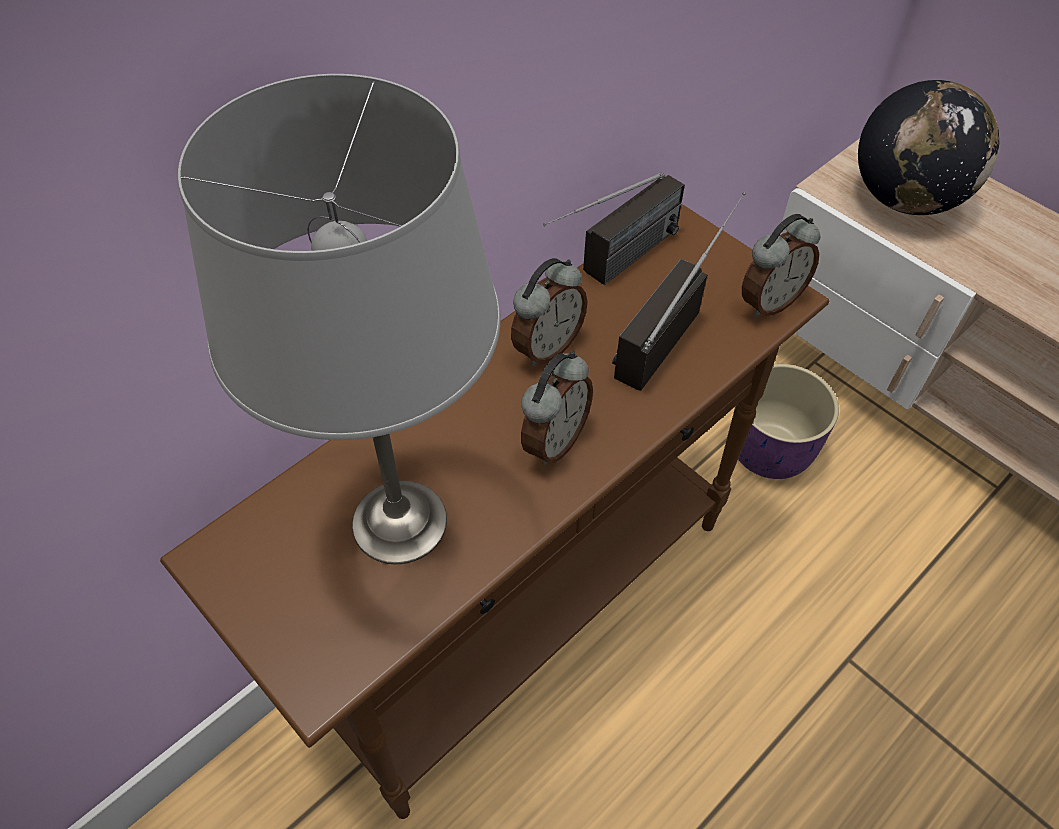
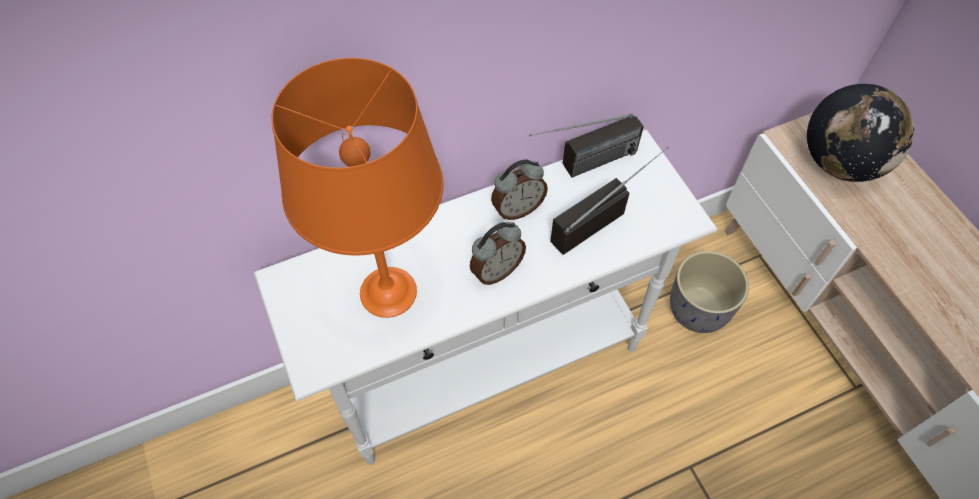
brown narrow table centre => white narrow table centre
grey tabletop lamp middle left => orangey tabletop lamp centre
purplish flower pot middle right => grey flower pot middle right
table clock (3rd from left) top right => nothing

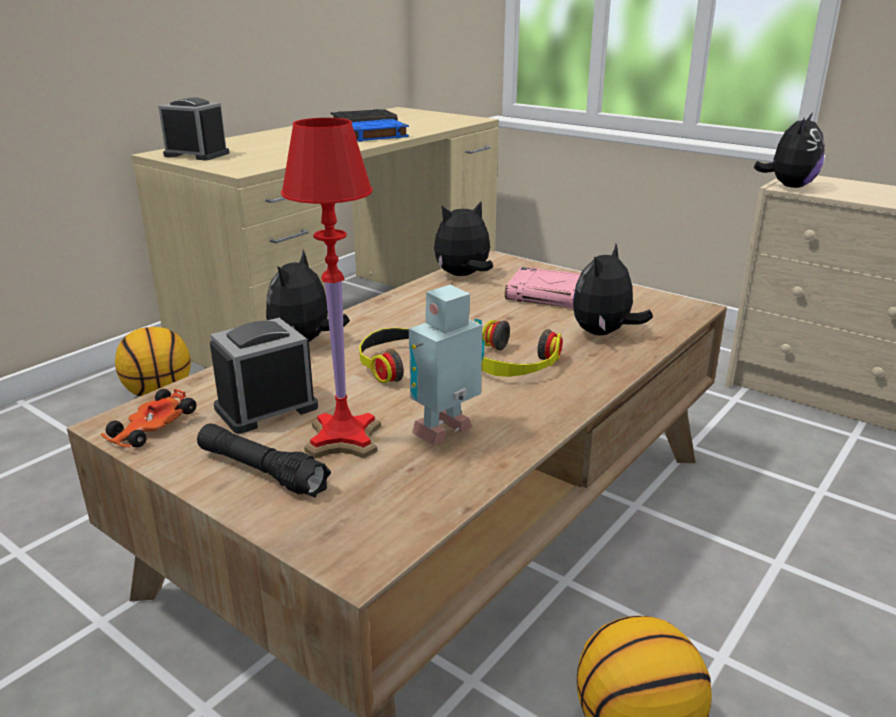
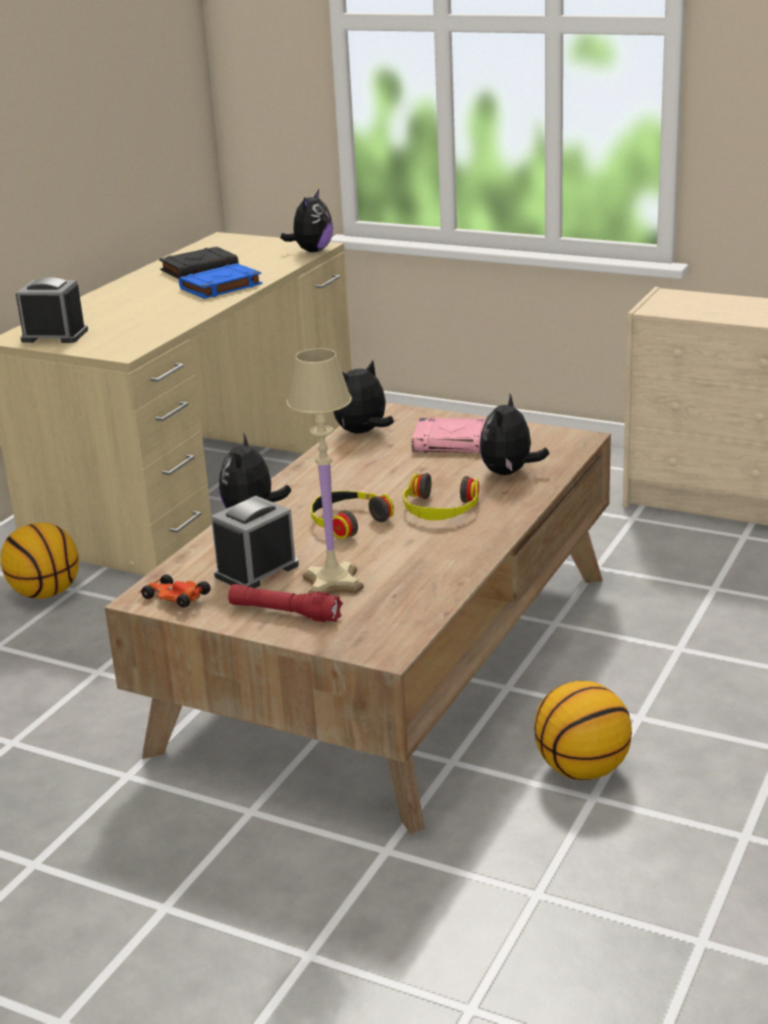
toy car middle left, 105 degrees clockwise
blackish torch middle left => red-coloured torch centre
red-coloured tabletop lamp centre => beige-coloured tabletop lamp centre
toy robot centre => nothing
plush toy (4th from left in the first image) top right => plush toy (2nd from left) top centre, moved

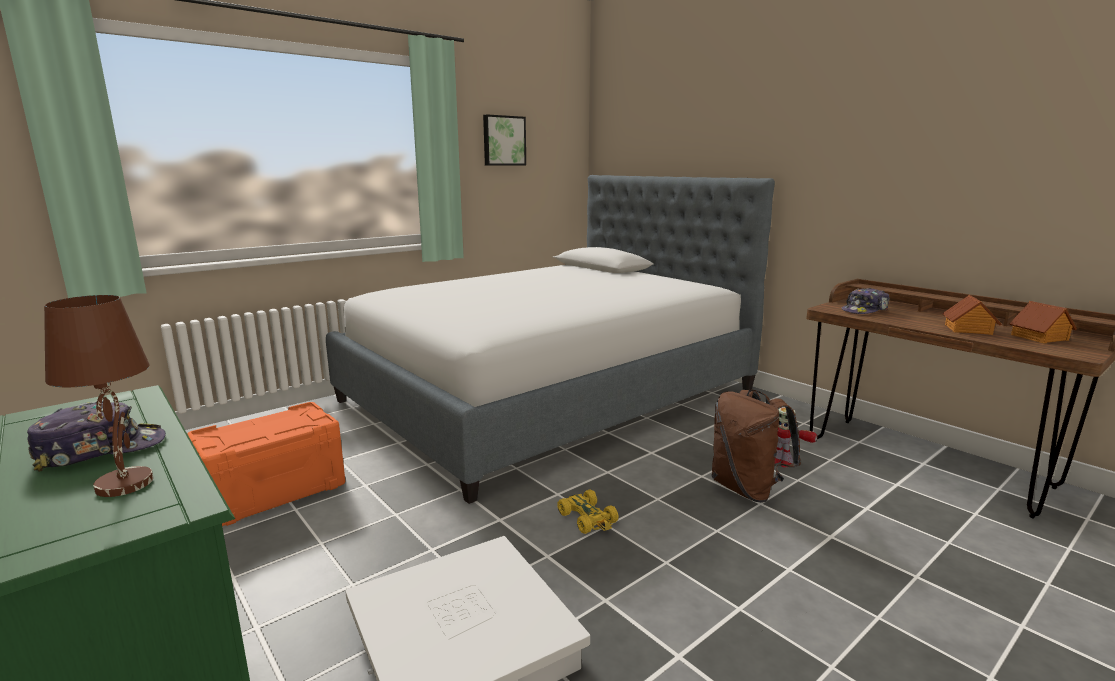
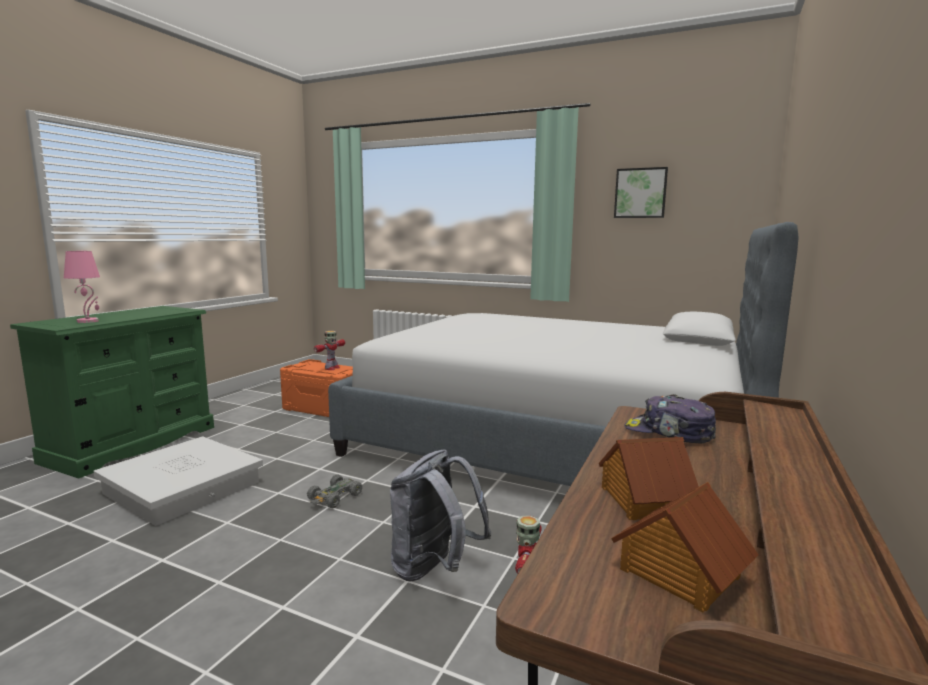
baseball cap (1st from left) middle left => nothing
brown tabletop lamp middle left => pink tabletop lamp middle left
yellow-coloured toy car bottom centre => grey toy car bottom centre
brown knapsack middle right => grey knapsack bottom centre
nothing => toy robot (1st from left) centre

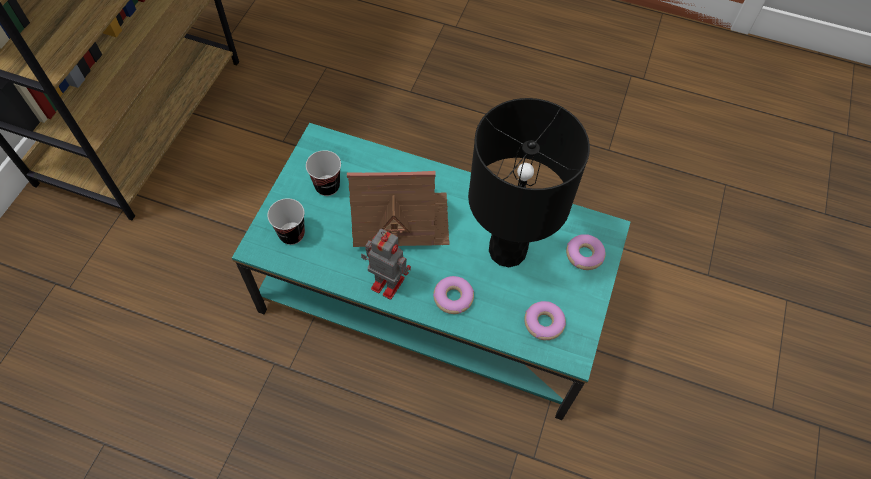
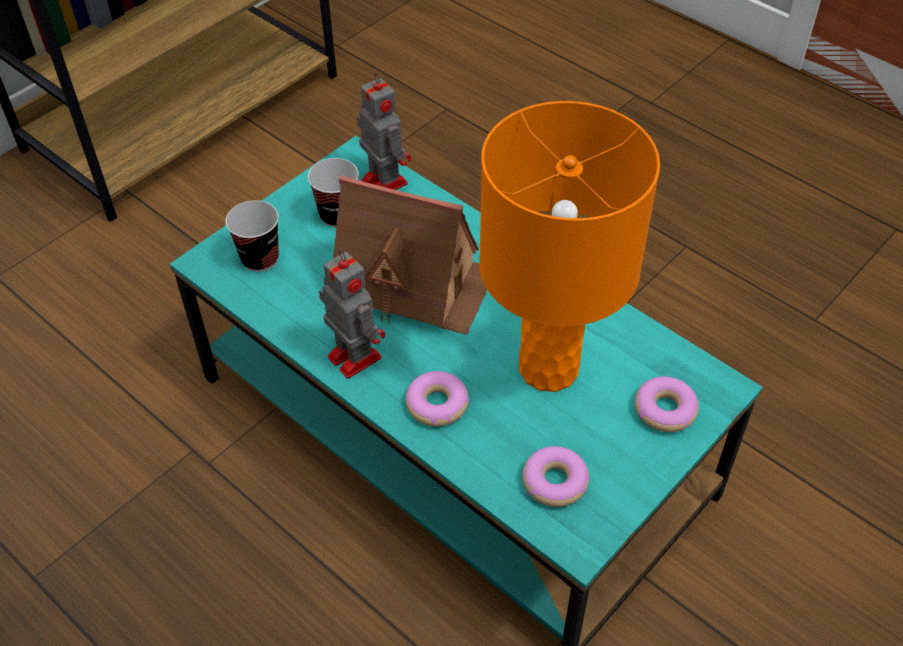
blackish tabletop lamp centre => orangey tabletop lamp centre
nothing => toy robot (2nd from left) top centre

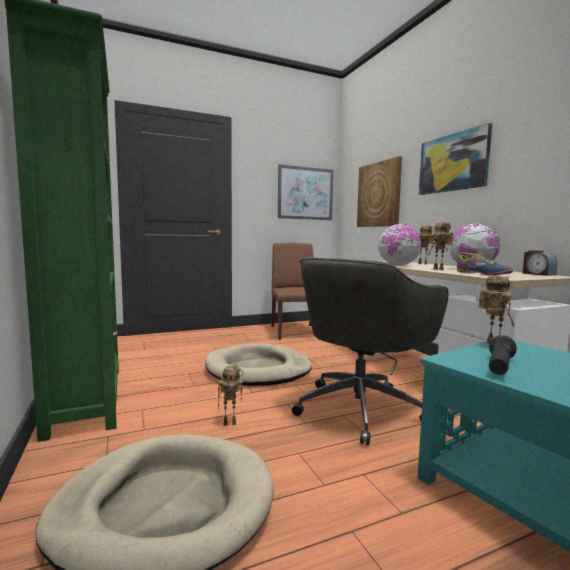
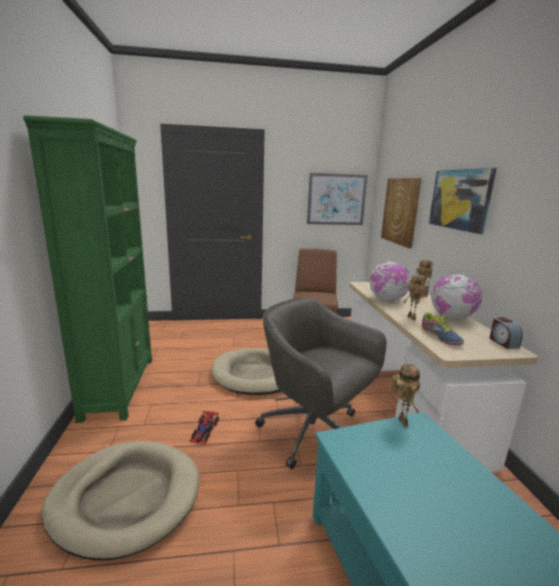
toy robot (1st from left) bottom centre => toy car bottom centre
grey office chair centre, 75 degrees clockwise
blackish torch middle right => nothing

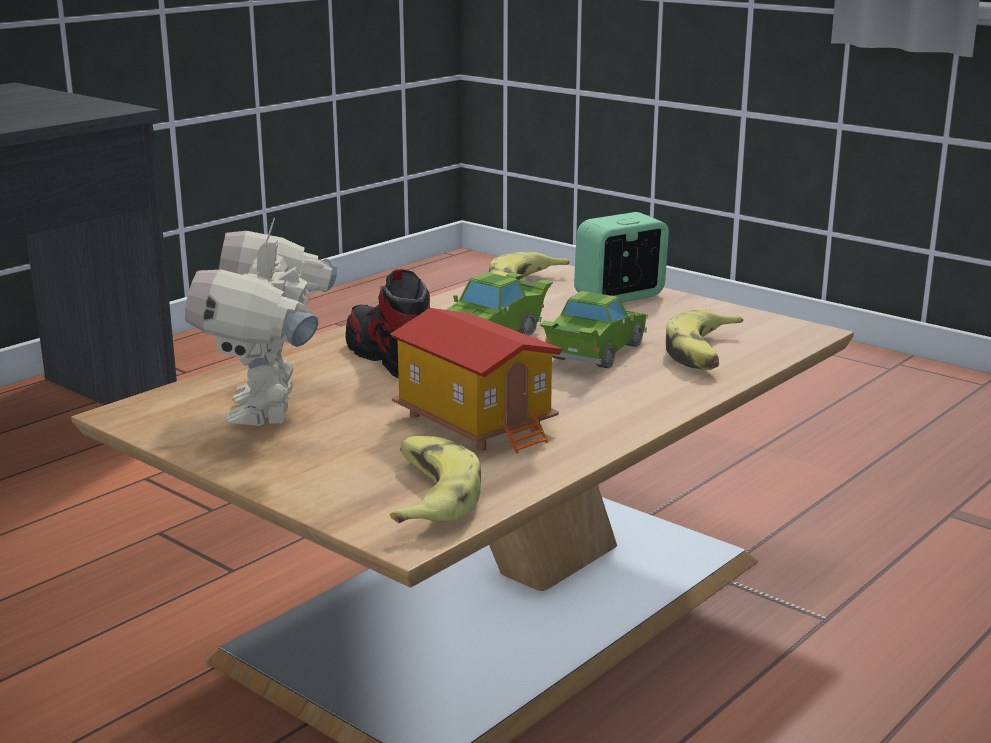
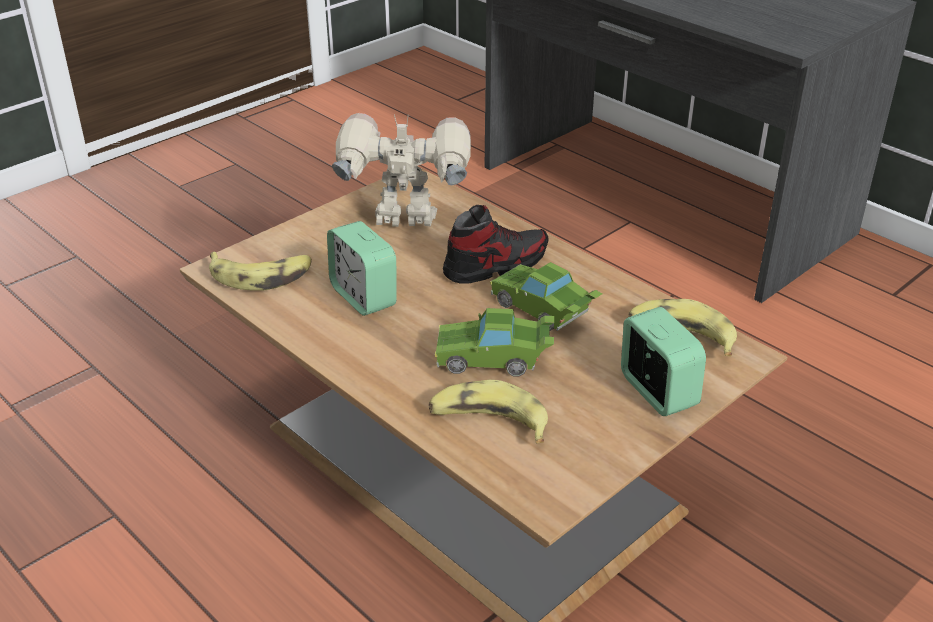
toy house centre => table clock (1st from left) centre
greenish toy car (2nd from left in the first image) centre => greenish toy car (1st from left) centre, 150 degrees clockwise

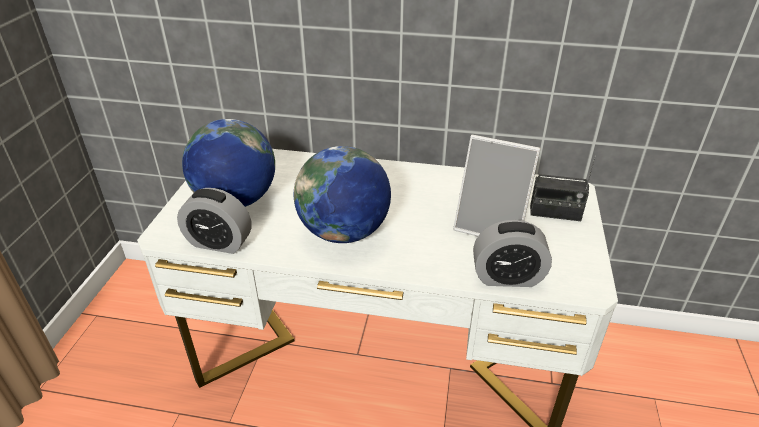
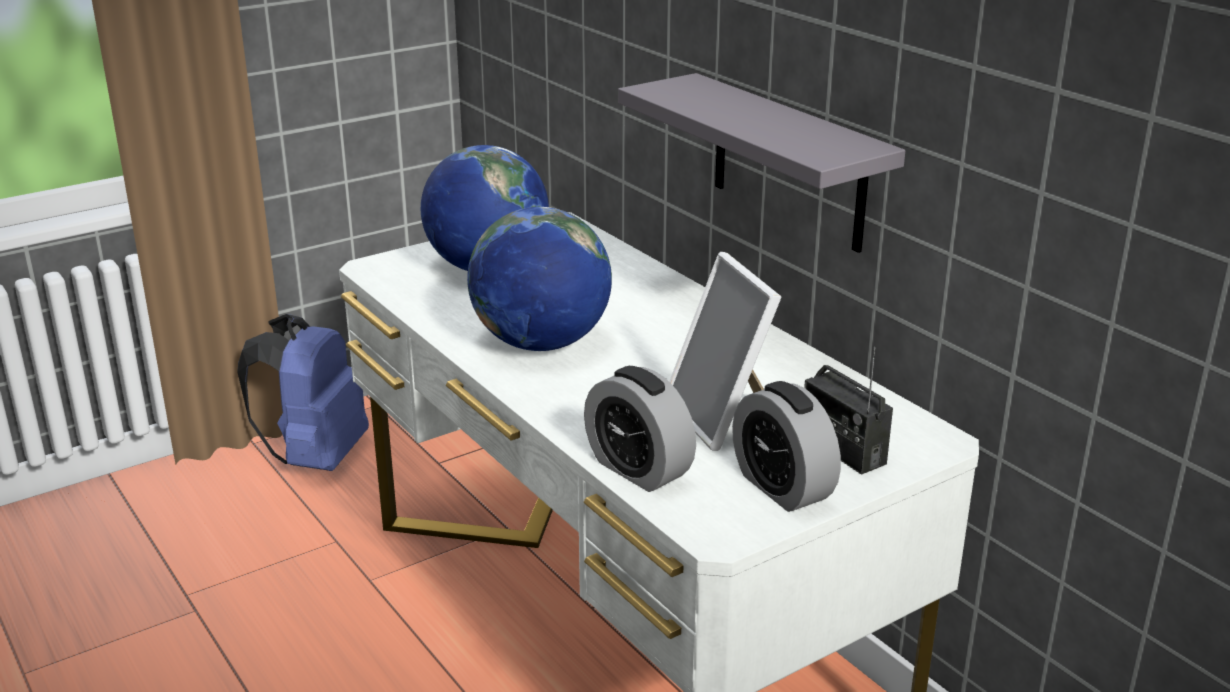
table clock (1st from left in the first image) middle left => table clock (2nd from left) centre, moved
nothing => bluish knapsack middle left
nothing => grey bracket shelf top centre

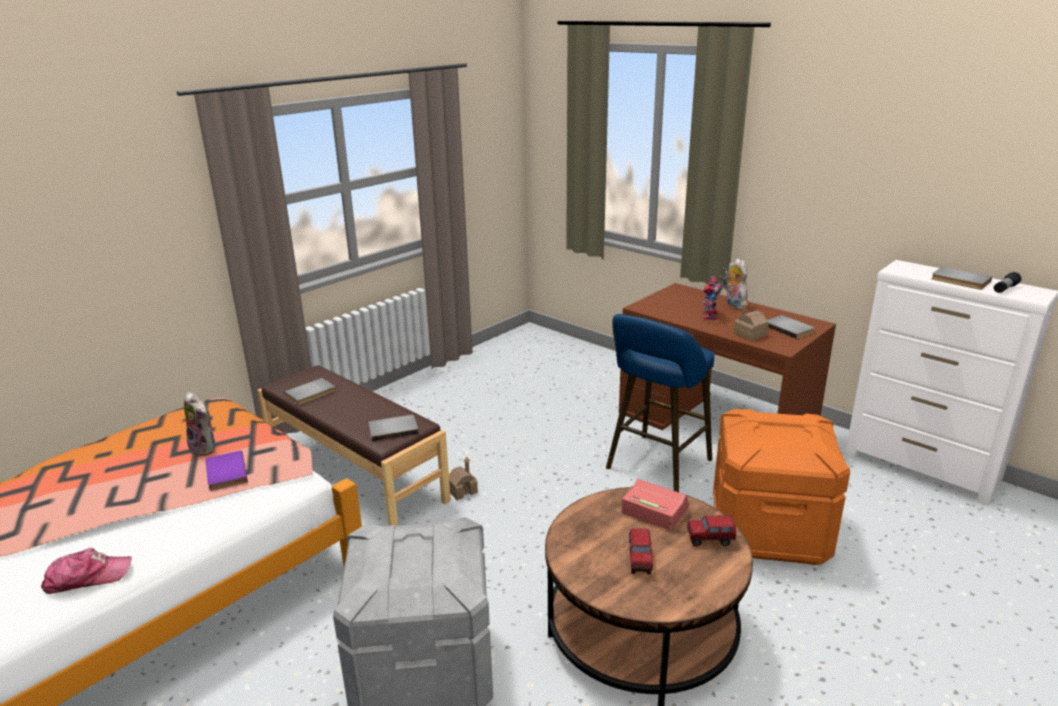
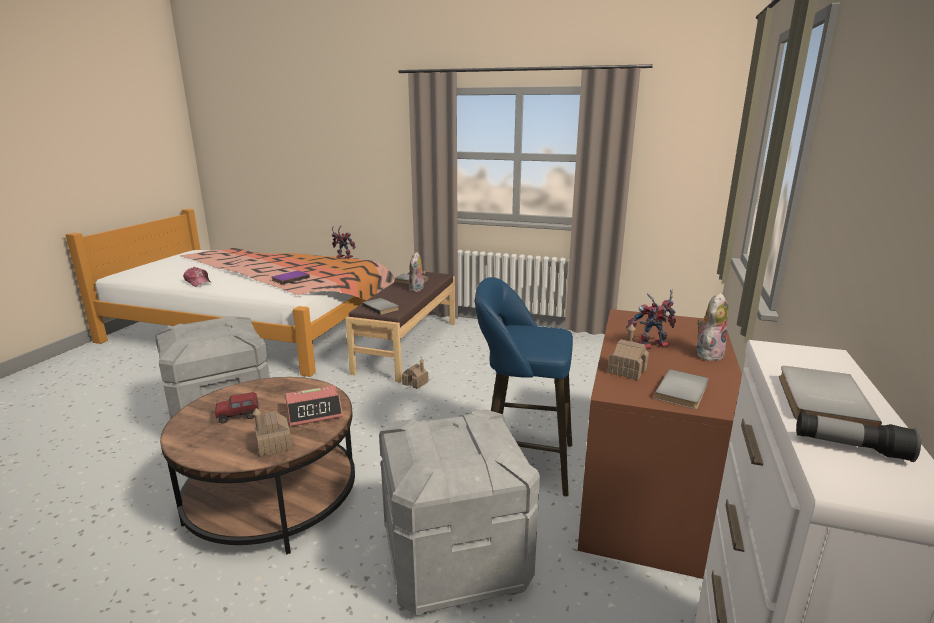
plush toy (1st from left) middle left => plush toy (1st from left) centre, moved
table clock bottom centre => table clock centre, 60 degrees clockwise
toy lorry (2nd from left) bottom right => toy house (1st from left) bottom left
orangey storage container bottom right => grey storage container (2nd from left) bottom centre
nothing => toy robot (1st from left) centre

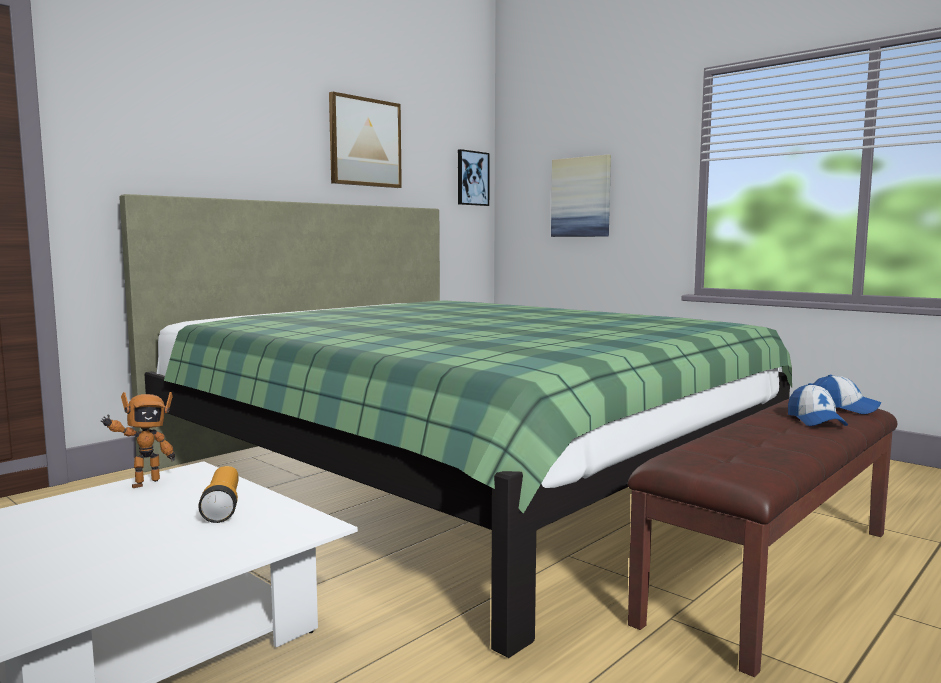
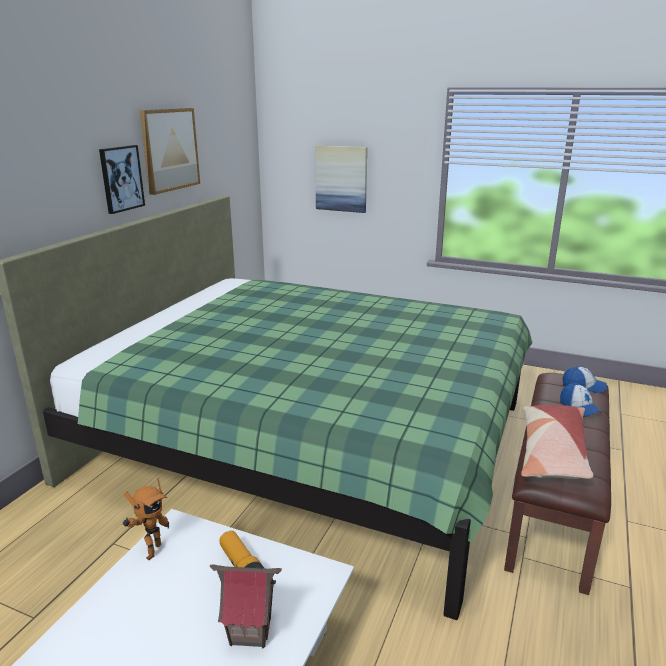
wall art (2nd from left in the first image) top centre => wall art (1st from left) top left, moved
nothing => toy house bottom centre
nothing => cushion middle right

